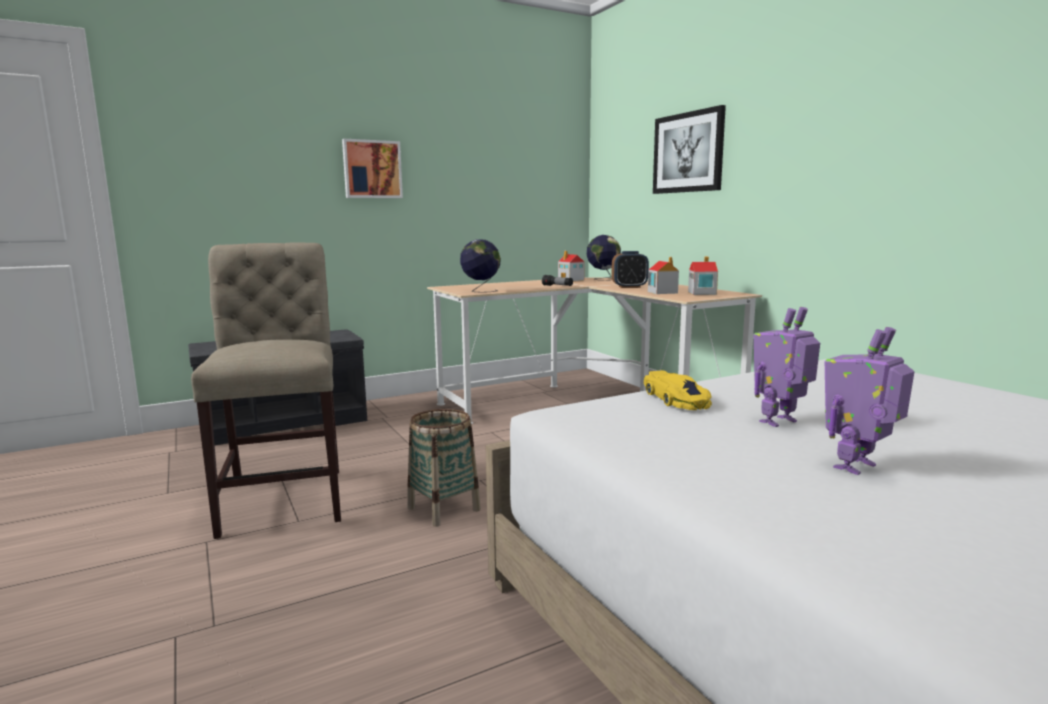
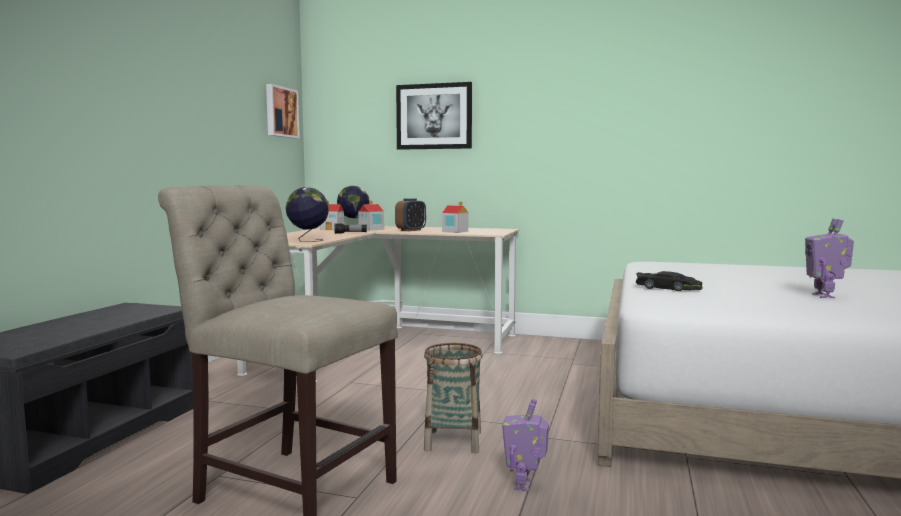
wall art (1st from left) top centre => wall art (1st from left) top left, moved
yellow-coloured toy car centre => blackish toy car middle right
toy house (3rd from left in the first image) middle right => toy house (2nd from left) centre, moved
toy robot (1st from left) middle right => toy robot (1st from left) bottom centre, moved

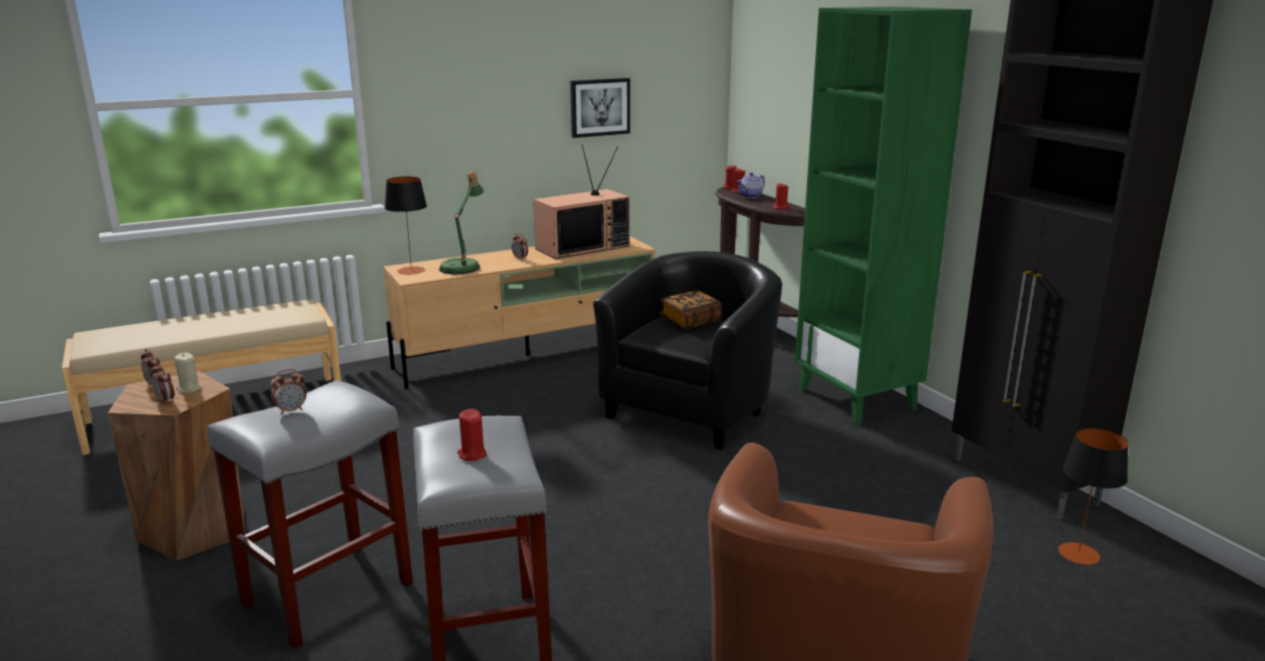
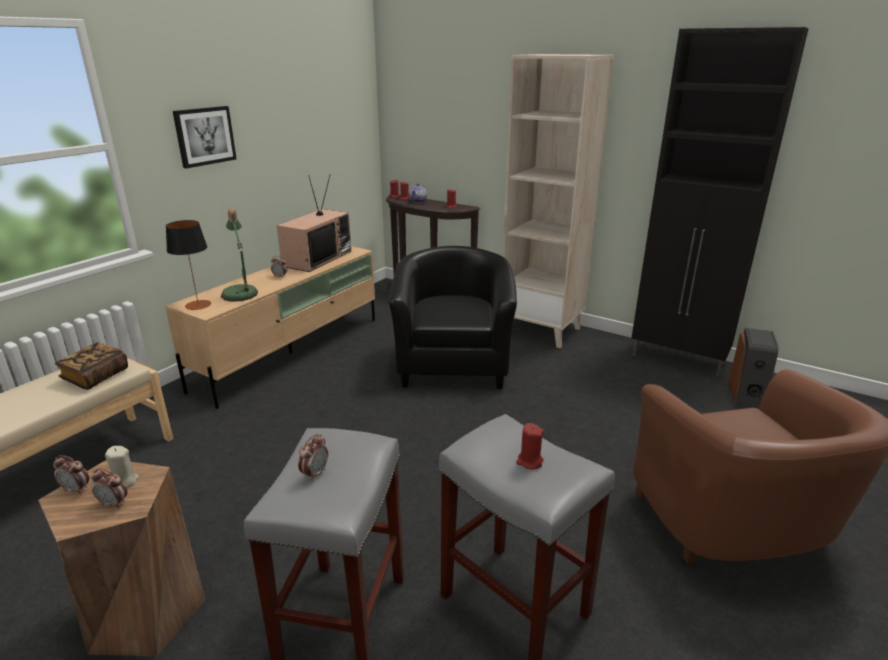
wall art top centre => wall art top left, moved
bound book centre => bound book middle left, moved
greenish shelving unit top right => beige-coloured shelving unit top centre
tabletop lamp (3rd from left) bottom right => audio speaker middle right

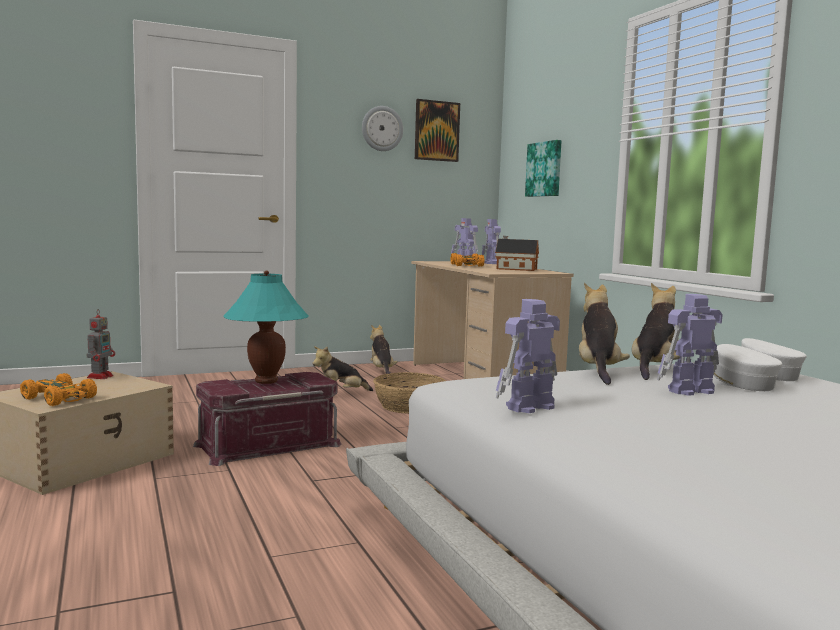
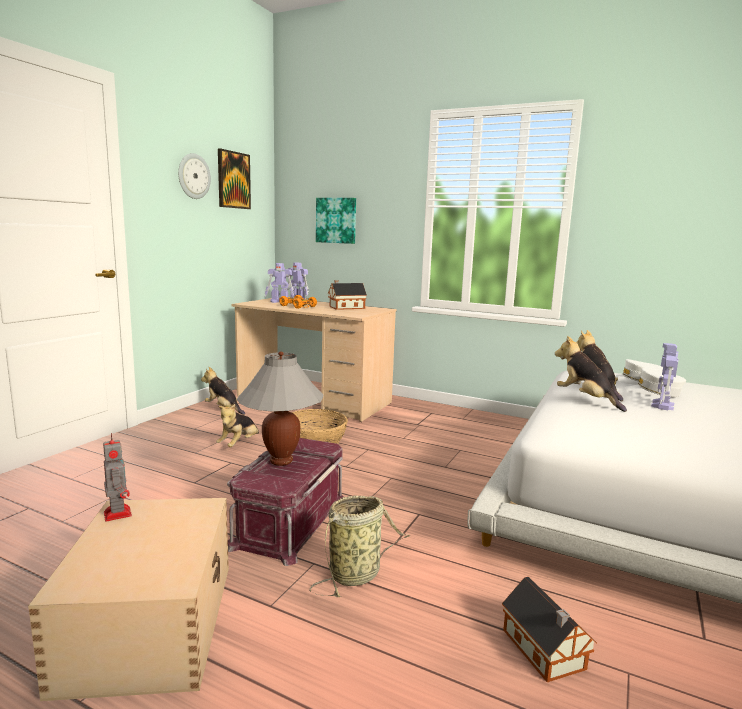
orangey toy car (1st from left) middle left => nothing
blue-green tabletop lamp middle left => grey tabletop lamp centre
toy robot (4th from left) centre => nothing
nothing => basket (2nd from left) bottom centre
nothing => toy house (2nd from left) bottom right

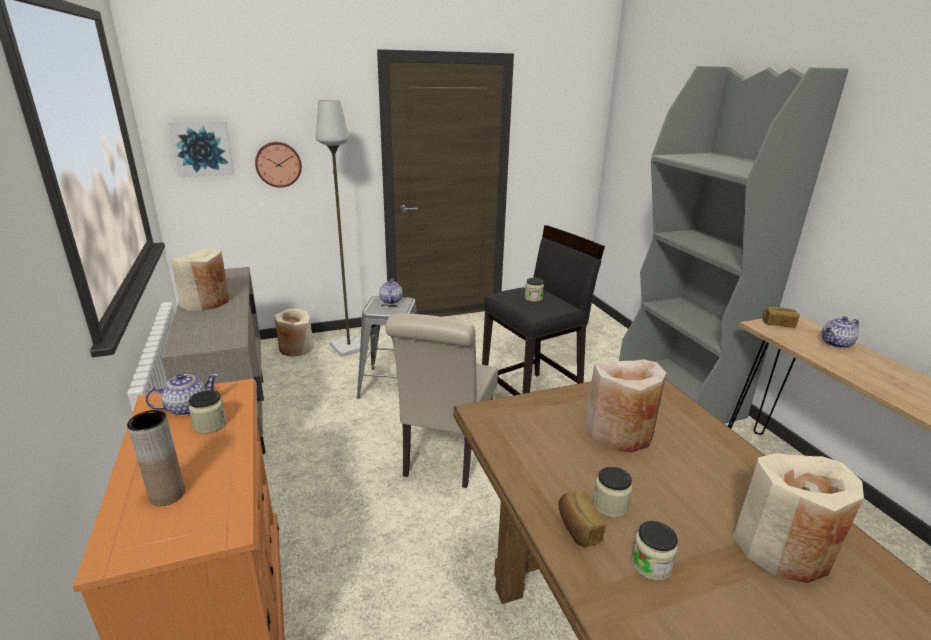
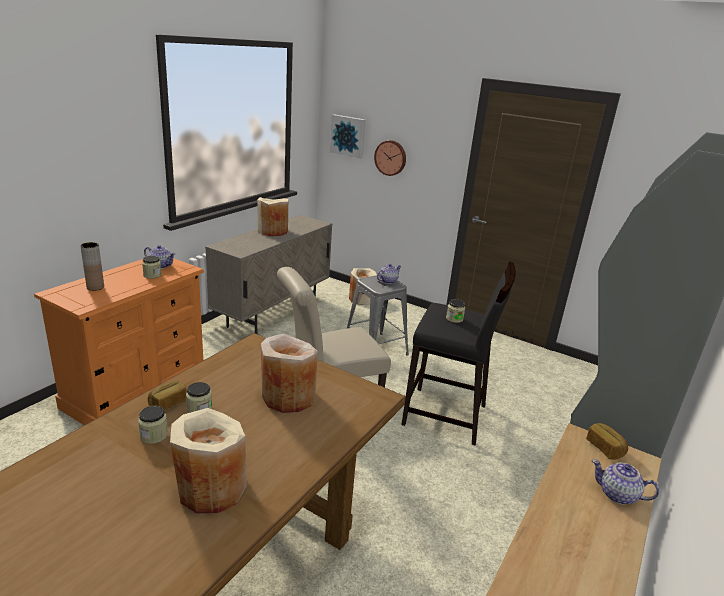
grey standing lamp centre => nothing

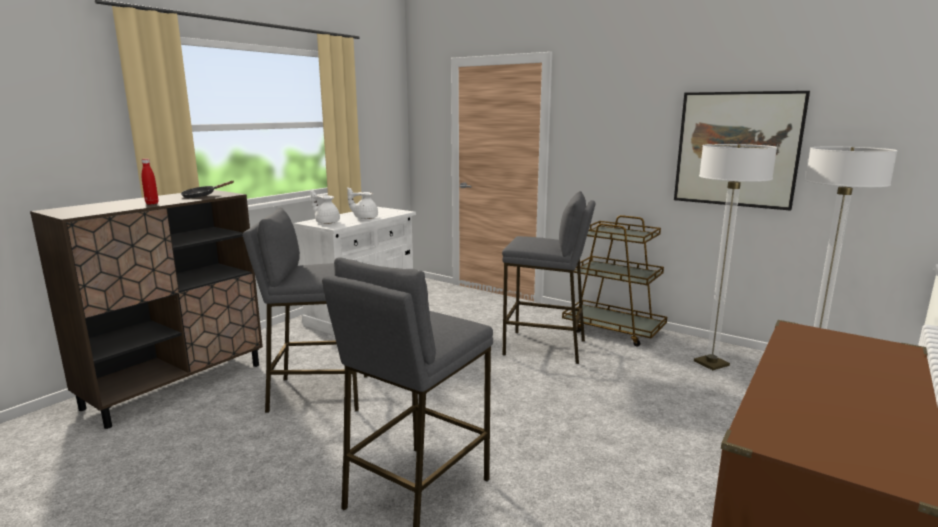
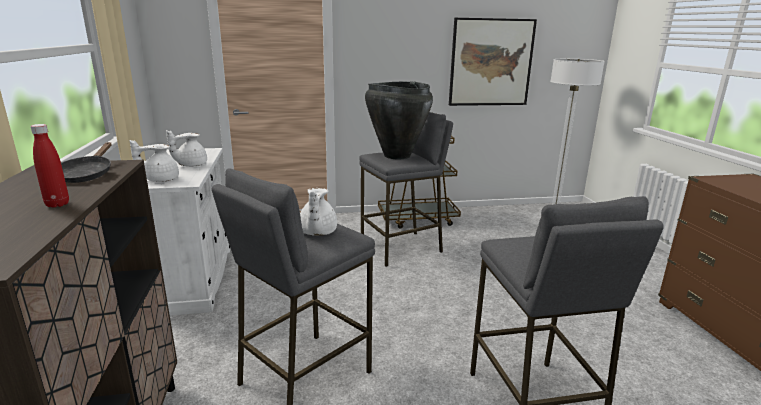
standing lamp (1st from left) middle right => nothing
nothing => white teapot (3rd from left) centre
nothing => blackish vase top centre

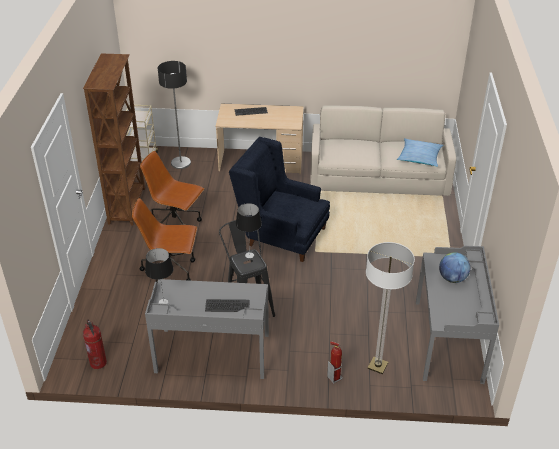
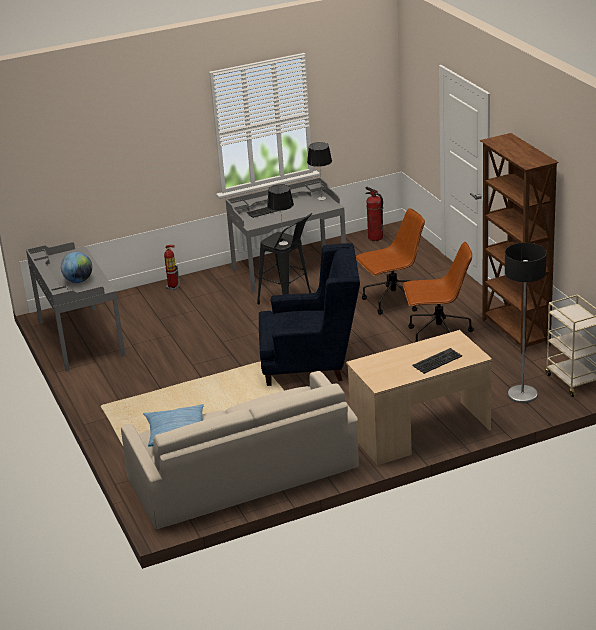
standing lamp (2nd from left) bottom right => nothing

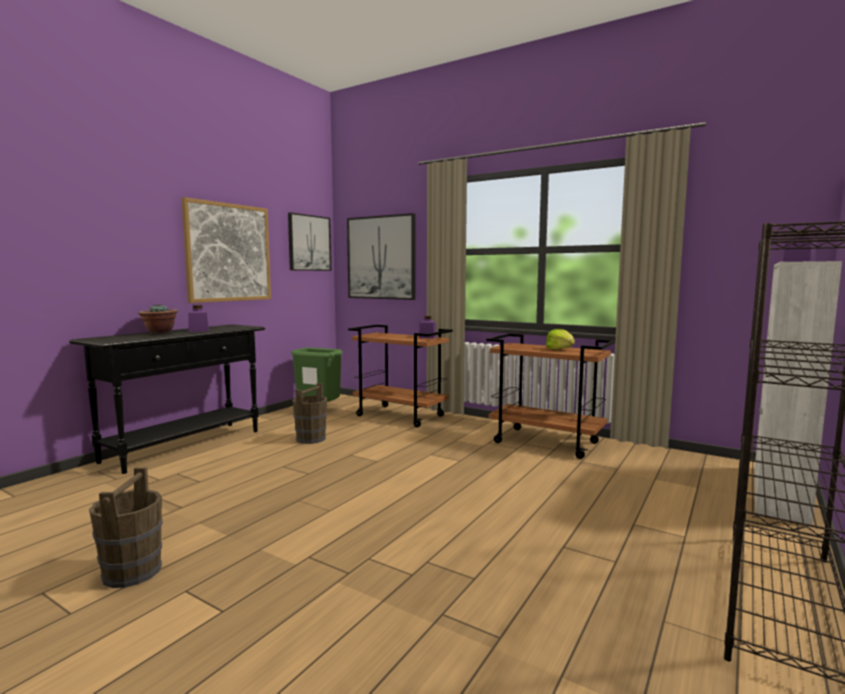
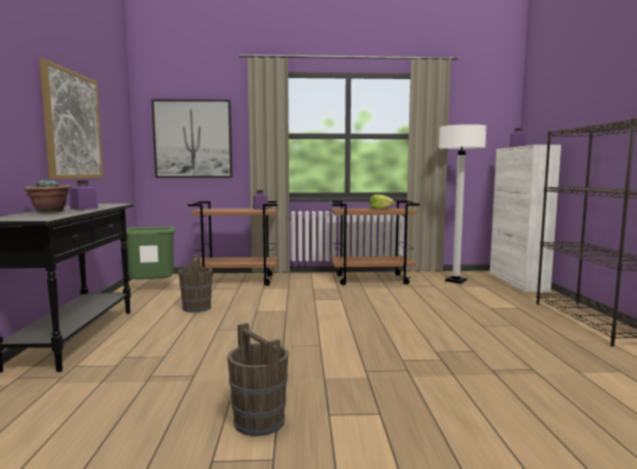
wall art (2nd from left) centre => nothing
nothing => white standing lamp middle right

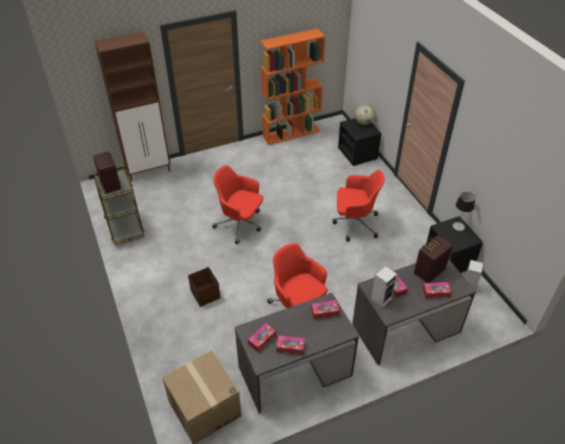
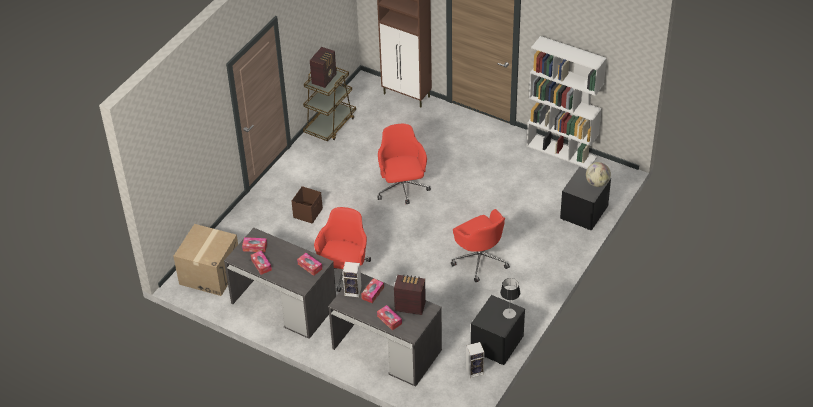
orangey shelving unit top centre => white shelving unit top right

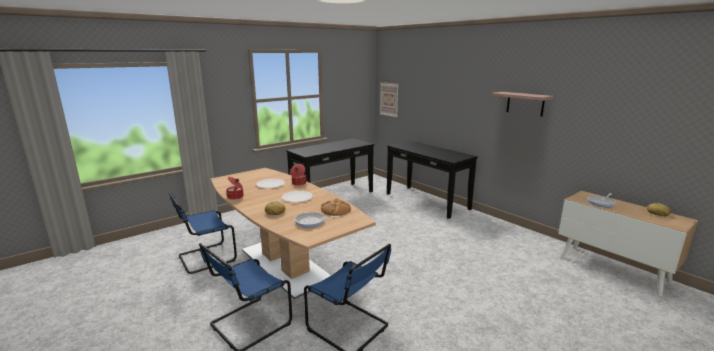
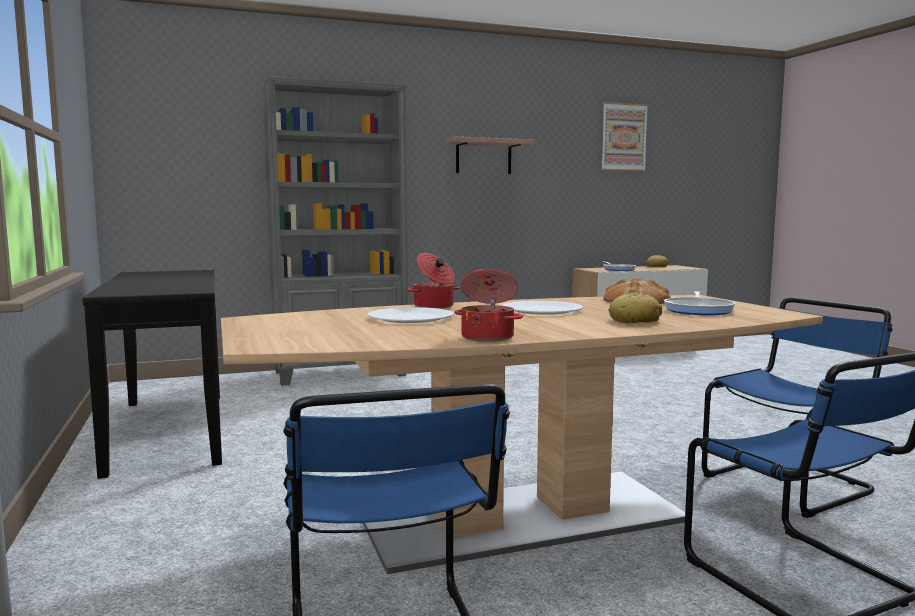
wall art top centre => wall art top right, moved
blackish narrow table (2nd from left) centre => grey shelving unit centre

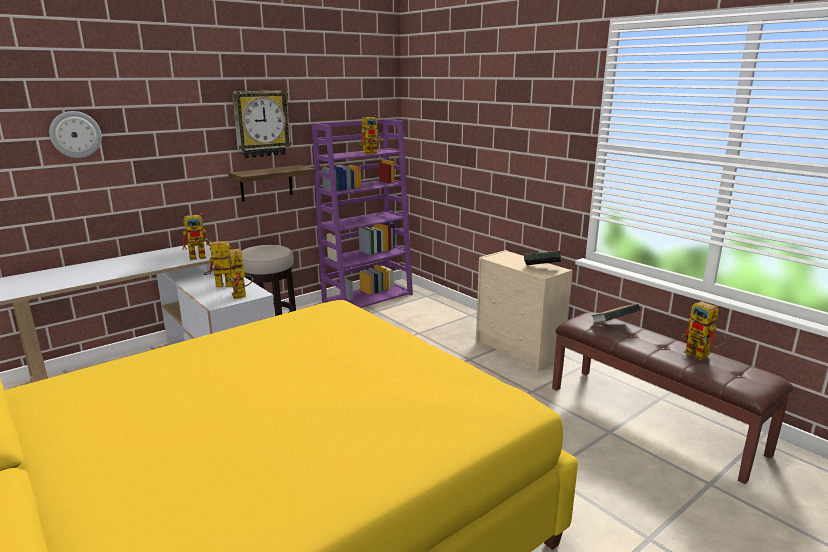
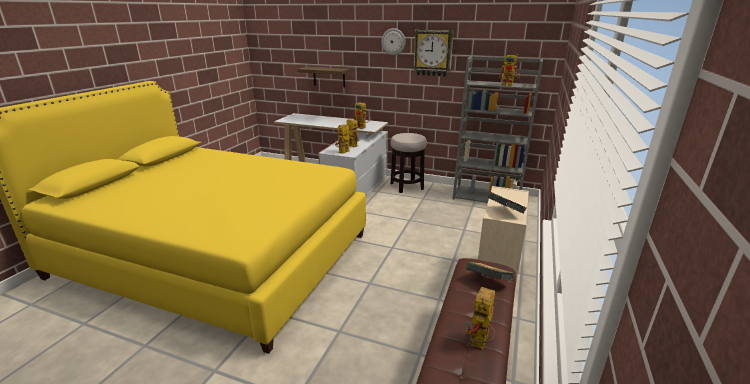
wall clock (1st from left) top left => wall clock (1st from left) top centre, moved
bracket shelf top left => bracket shelf top centre, moved
purplish shelving unit centre => grey shelving unit centre

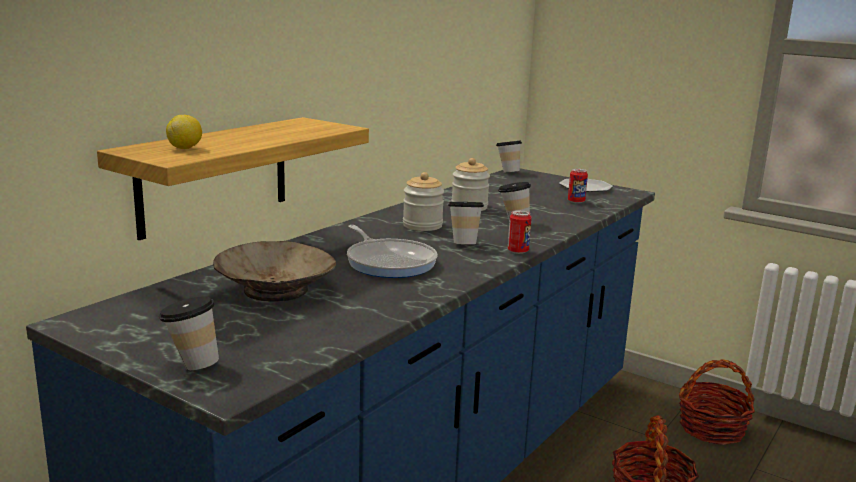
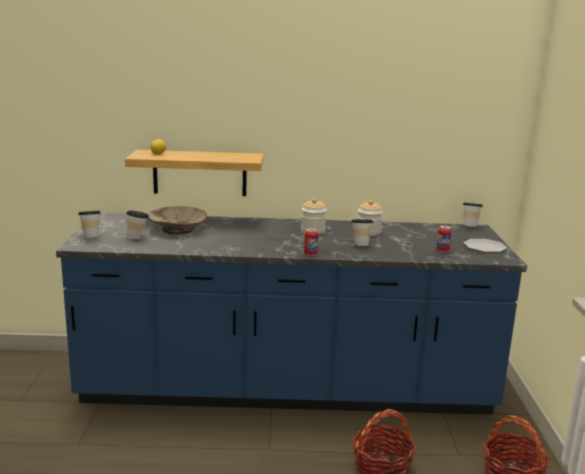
pan centre => nothing
drinking cup (2nd from left) centre => drinking cup (2nd from left) middle left, moved

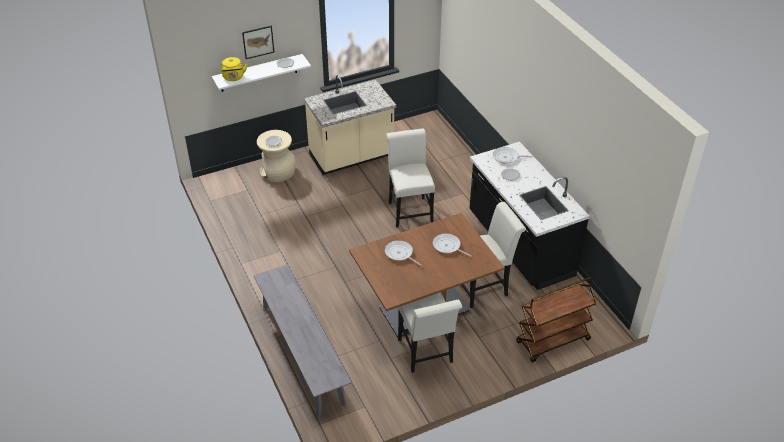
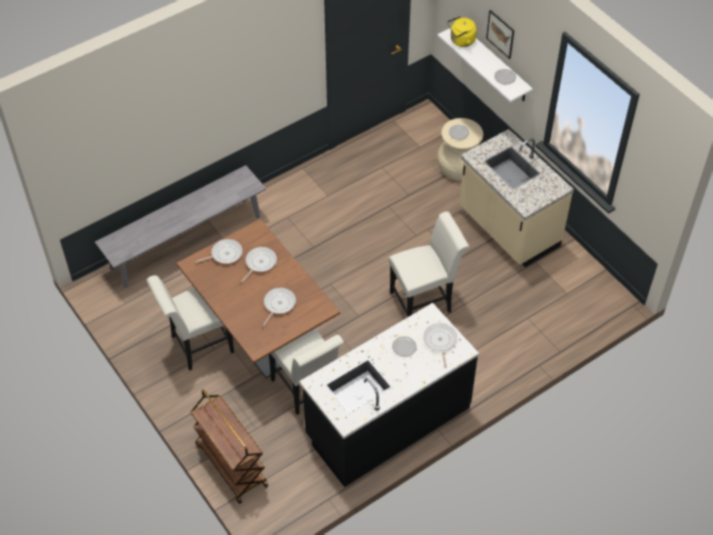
nothing => pan (1st from left) middle left

